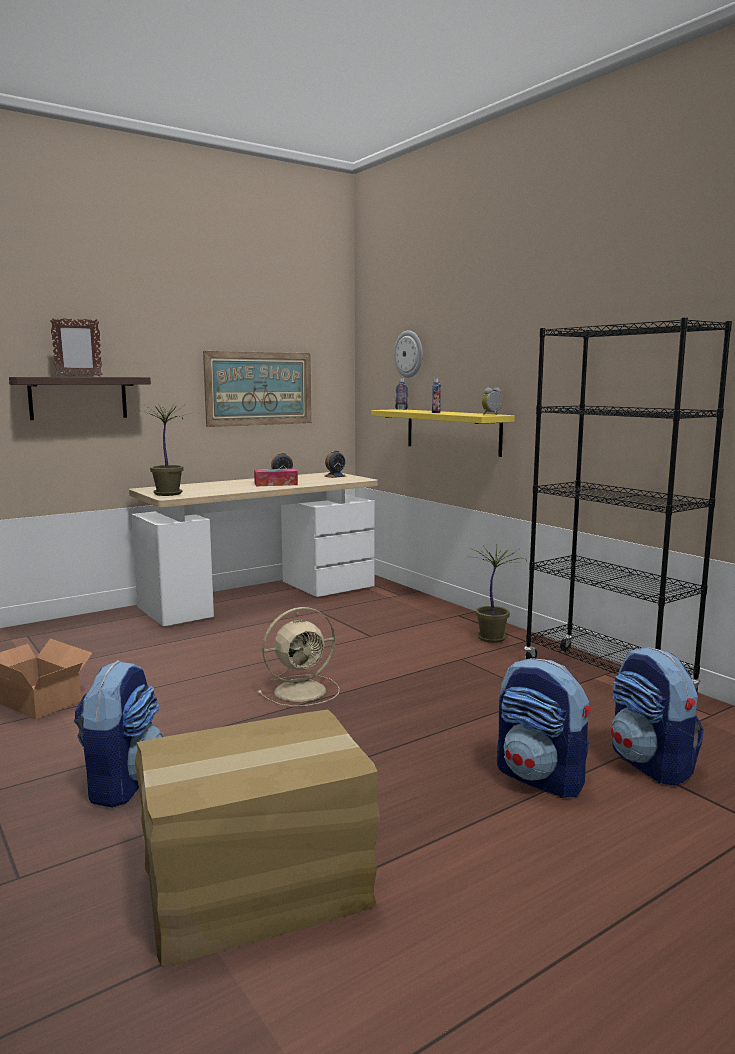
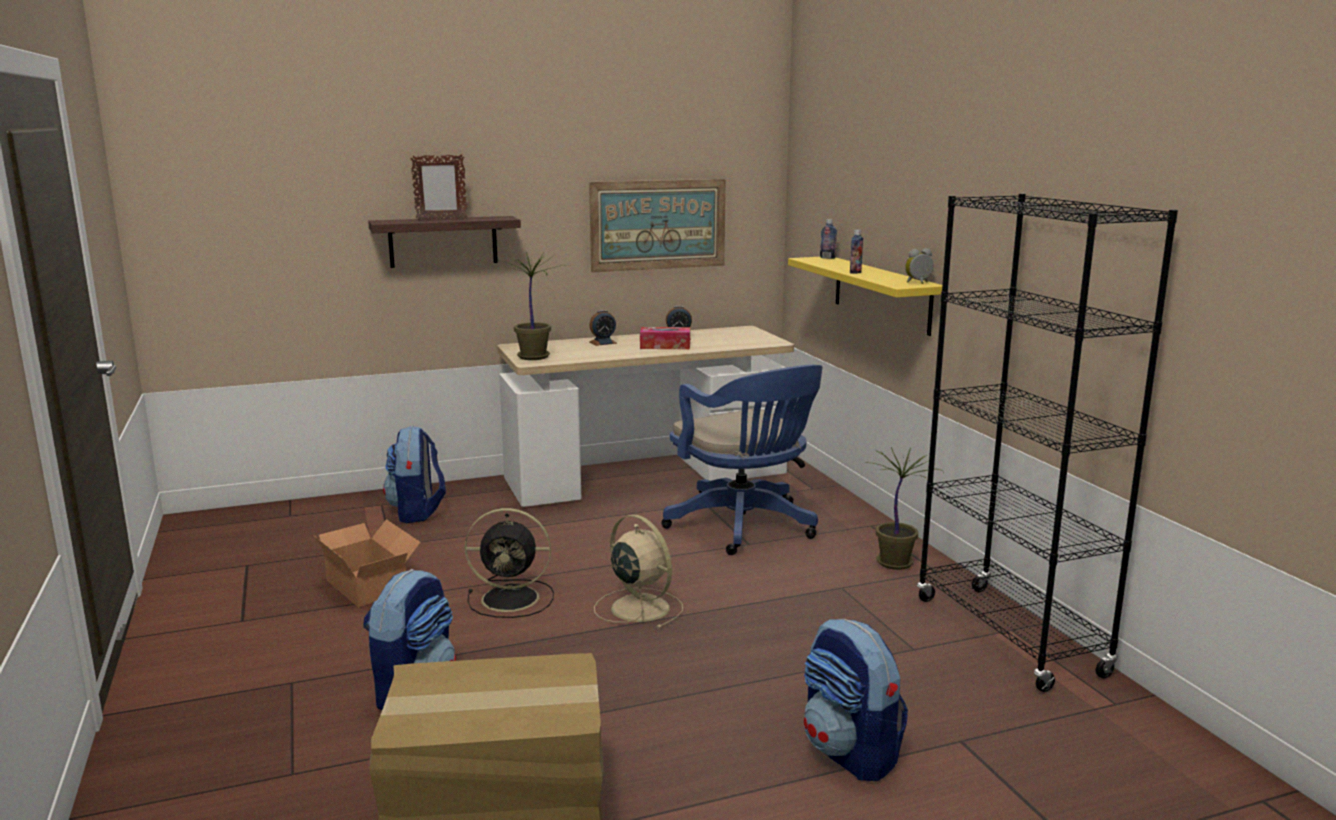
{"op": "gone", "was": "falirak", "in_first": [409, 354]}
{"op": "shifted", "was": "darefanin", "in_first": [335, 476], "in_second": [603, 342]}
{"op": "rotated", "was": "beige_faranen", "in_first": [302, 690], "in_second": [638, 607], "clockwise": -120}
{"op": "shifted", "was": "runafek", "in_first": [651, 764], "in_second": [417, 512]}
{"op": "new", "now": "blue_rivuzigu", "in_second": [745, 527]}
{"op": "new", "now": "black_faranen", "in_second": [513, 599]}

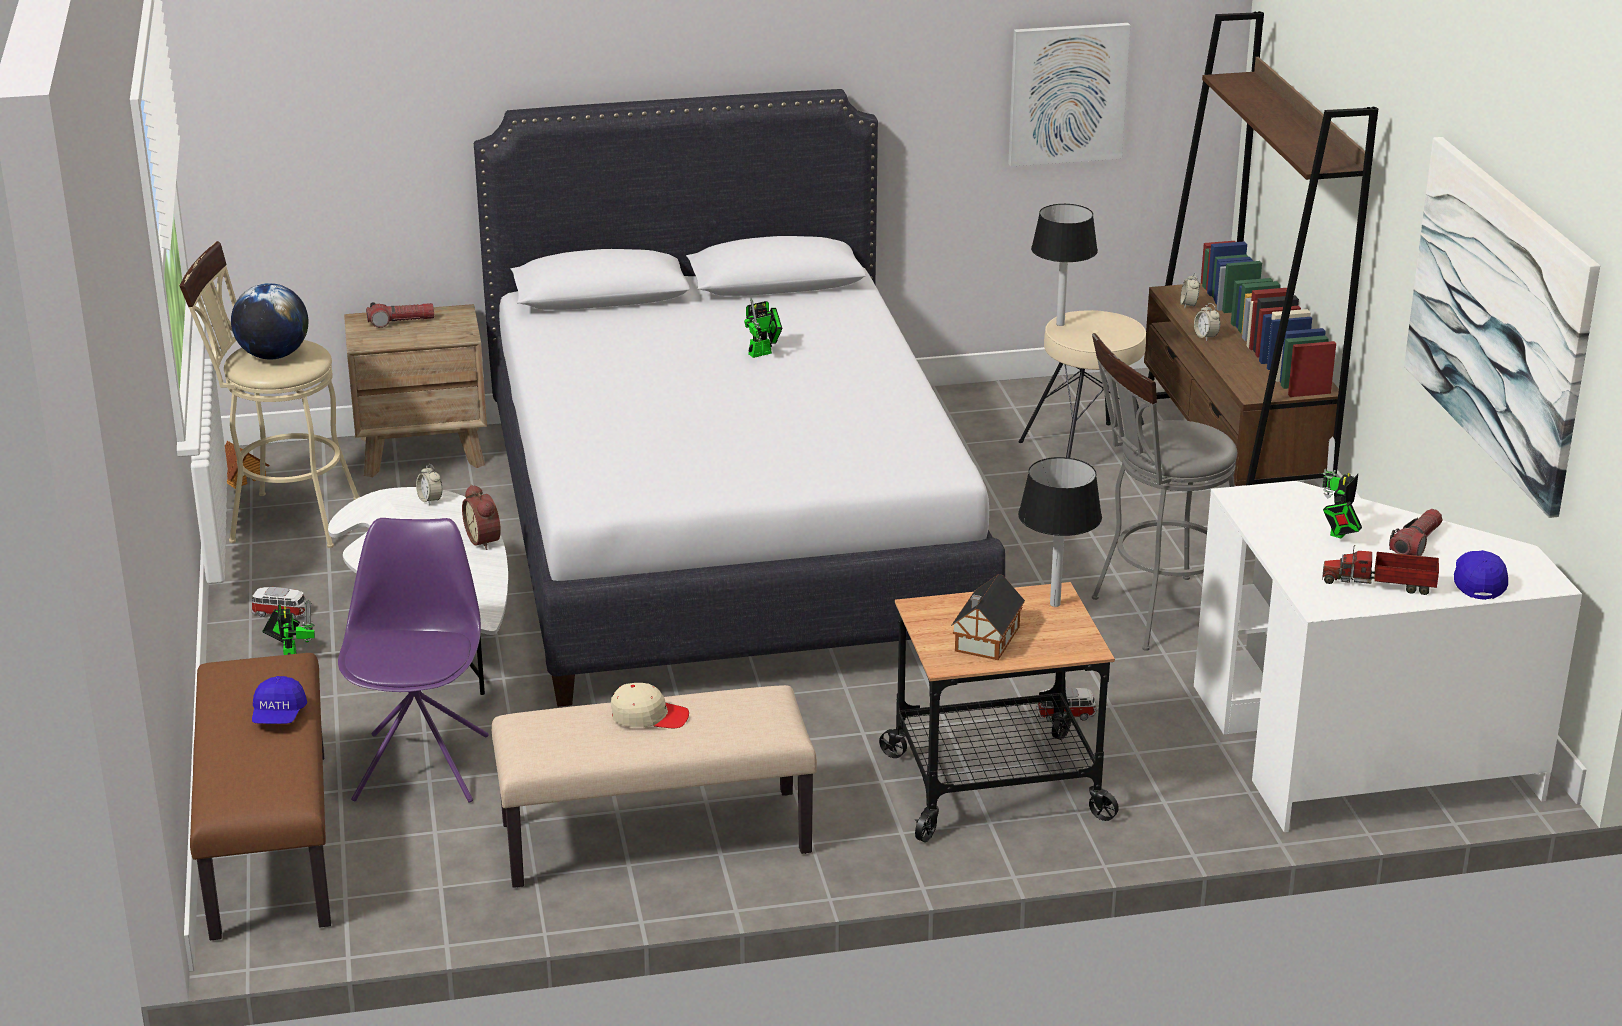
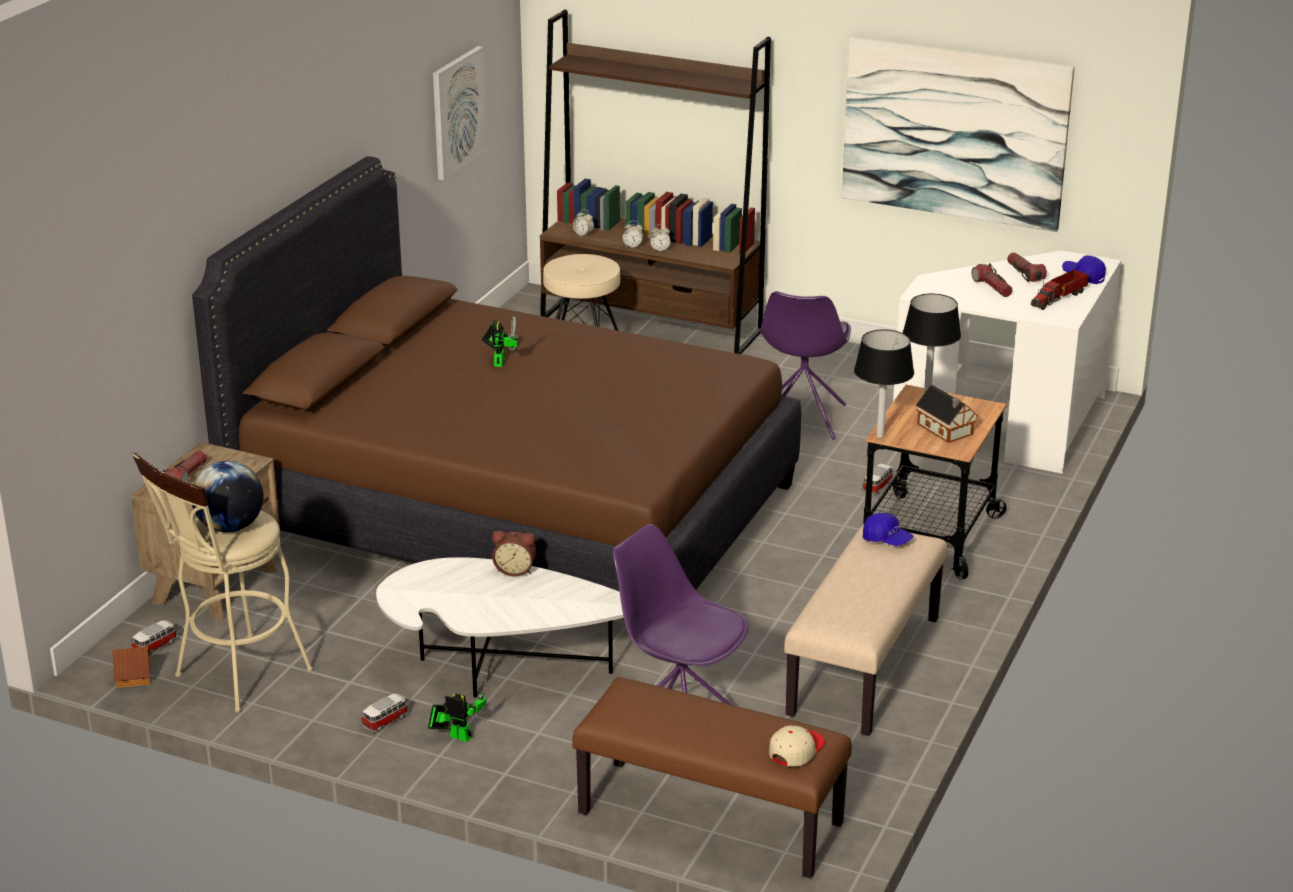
{"op": "repainted", "was": "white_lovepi", "now": "brown_lovepi", "in_first": [725, 534], "in_second": [515, 513]}
{"op": "shifted", "was": "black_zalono", "in_first": [1060, 324], "in_second": [879, 436]}
{"op": "swapped", "was": "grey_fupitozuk", "now": "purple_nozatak", "in_first": [1155, 615], "in_second": [801, 419]}
{"op": "swapped", "was": "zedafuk", "now": "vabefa", "in_first": [1338, 533], "in_second": [992, 287]}
{"op": "shifted", "was": "darefanin", "in_first": [430, 500], "in_second": [660, 249]}
{"op": "shifted", "was": "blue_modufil", "in_first": [279, 716], "in_second": [887, 540]}
{"op": "shifted", "was": "beige_modufil", "in_first": [649, 716], "in_second": [796, 750]}
{"op": "new", "now": "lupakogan", "in_second": [156, 646]}

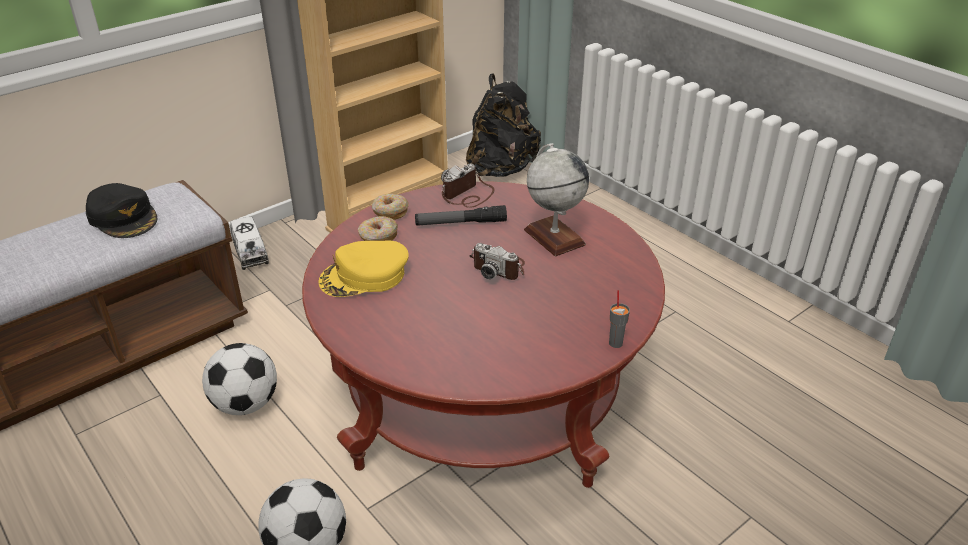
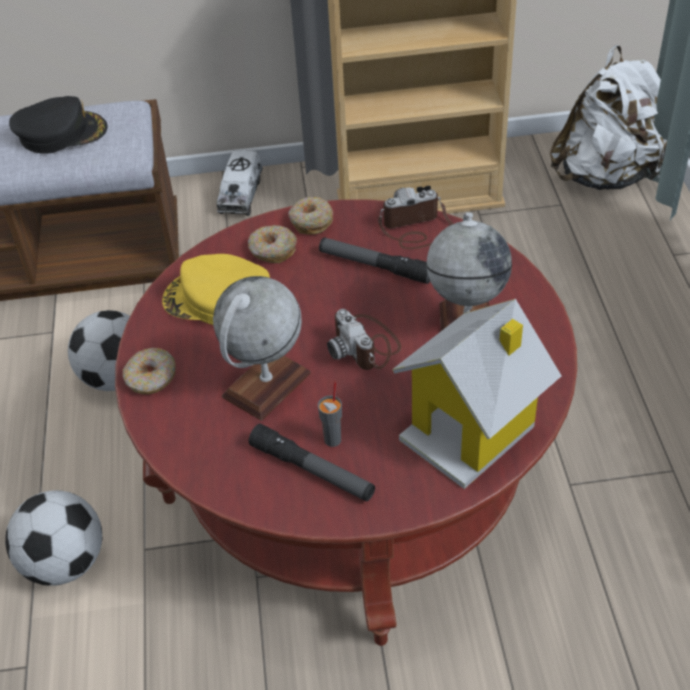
{"op": "repainted", "was": "black_runafek", "now": "white_runafek", "in_first": [502, 169], "in_second": [608, 175]}
{"op": "rotated", "was": "black_modufil", "in_first": [123, 217], "in_second": [61, 132], "clockwise": -90}
{"op": "shifted", "was": "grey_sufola", "in_first": [616, 343], "in_second": [333, 439]}
{"op": "new", "now": "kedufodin", "in_second": [266, 385]}
{"op": "new", "now": "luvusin", "in_second": [472, 430]}
{"op": "new", "now": "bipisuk", "in_second": [151, 378]}
{"op": "new", "now": "vabefa", "in_second": [312, 470]}

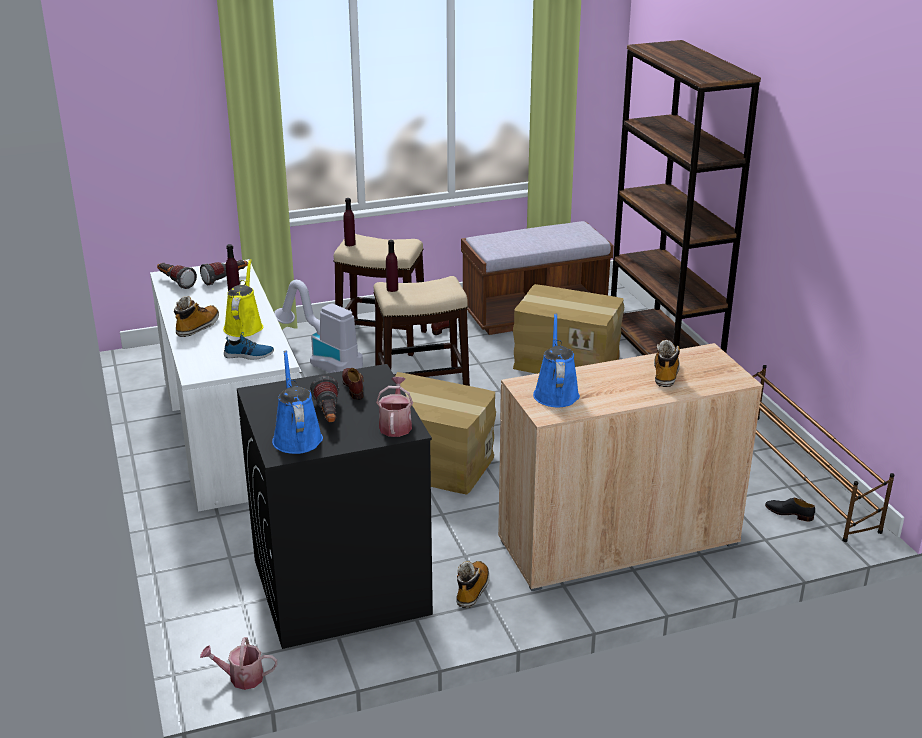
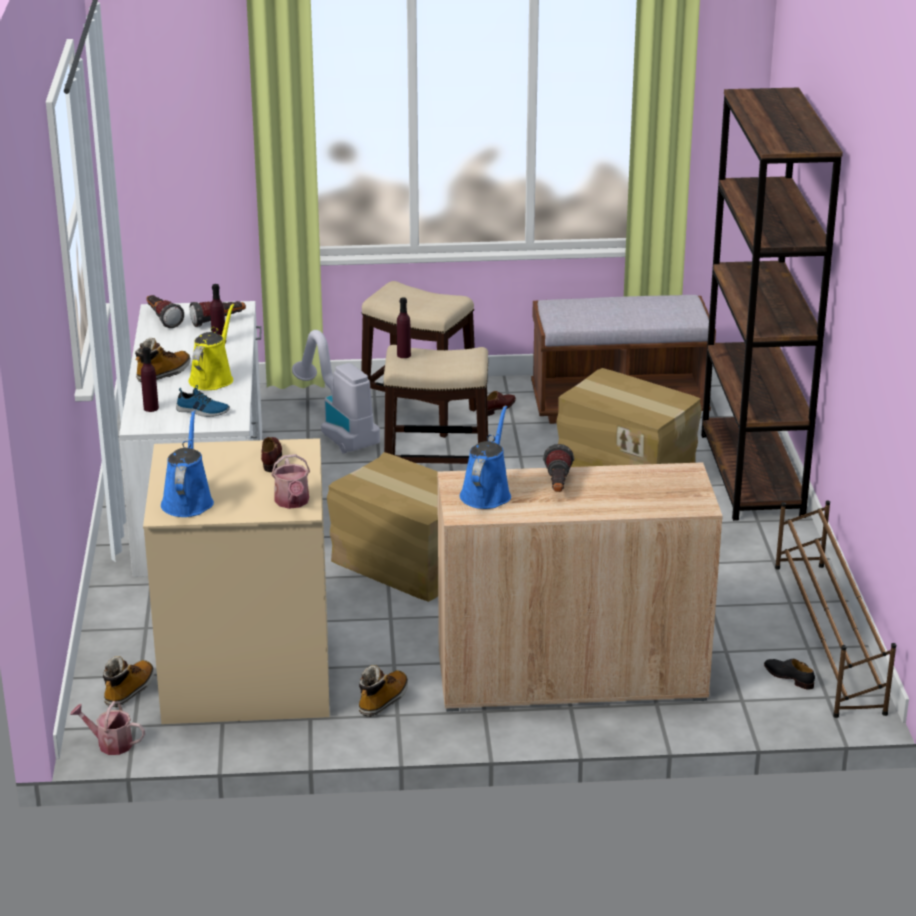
{"op": "shifted", "was": "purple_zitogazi", "in_first": [350, 244], "in_second": [151, 408]}
{"op": "shifted", "was": "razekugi", "in_first": [665, 373], "in_second": [129, 690]}
{"op": "repainted", "was": "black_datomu", "now": "beige_datomu", "in_first": [339, 587], "in_second": [245, 675]}
{"op": "shifted", "was": "vabefa", "in_first": [328, 415], "in_second": [557, 485]}
{"op": "rotated", "was": "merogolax", "in_first": [396, 425], "in_second": [292, 502], "clockwise": 150}

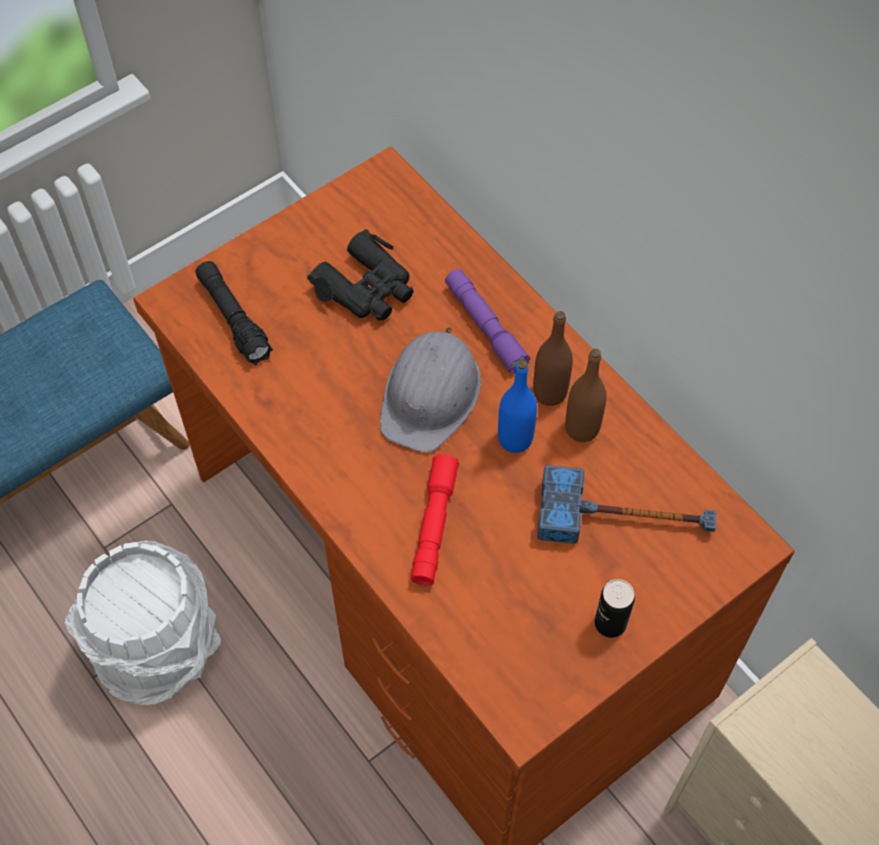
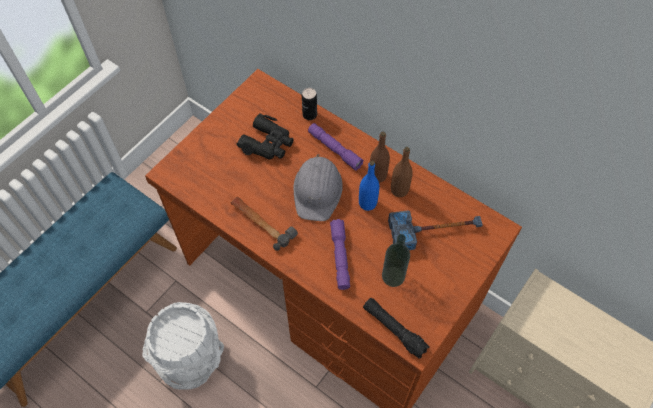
{"op": "shifted", "was": "black_vabefa", "in_first": [233, 319], "in_second": [394, 330]}
{"op": "repainted", "was": "red_vabefa", "now": "purple_vabefa", "in_first": [434, 525], "in_second": [340, 257]}
{"op": "shifted", "was": "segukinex", "in_first": [610, 623], "in_second": [309, 115]}
{"op": "new", "now": "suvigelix", "in_second": [261, 222]}
{"op": "new", "now": "zitogazi", "in_second": [393, 276]}

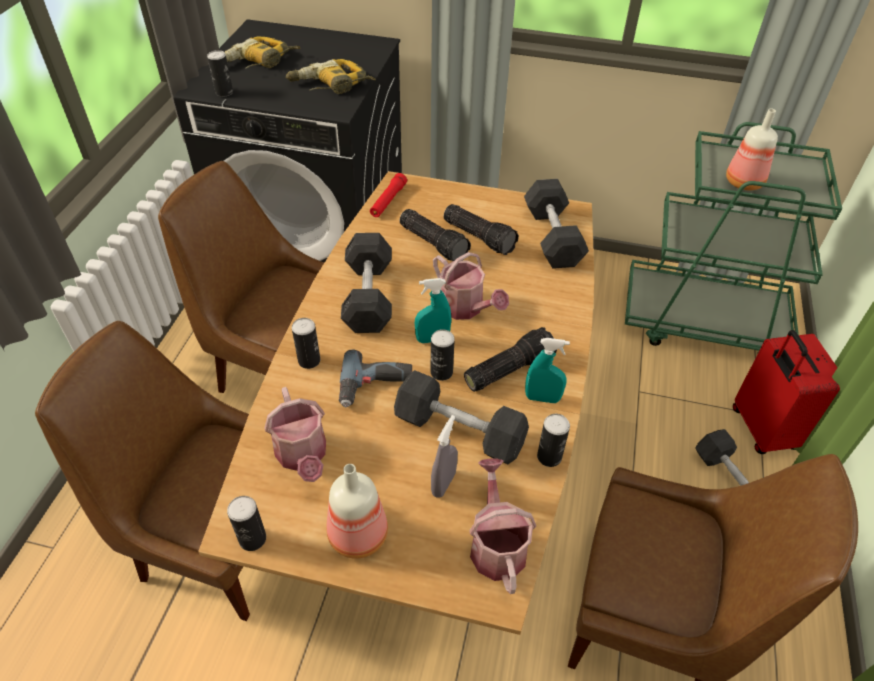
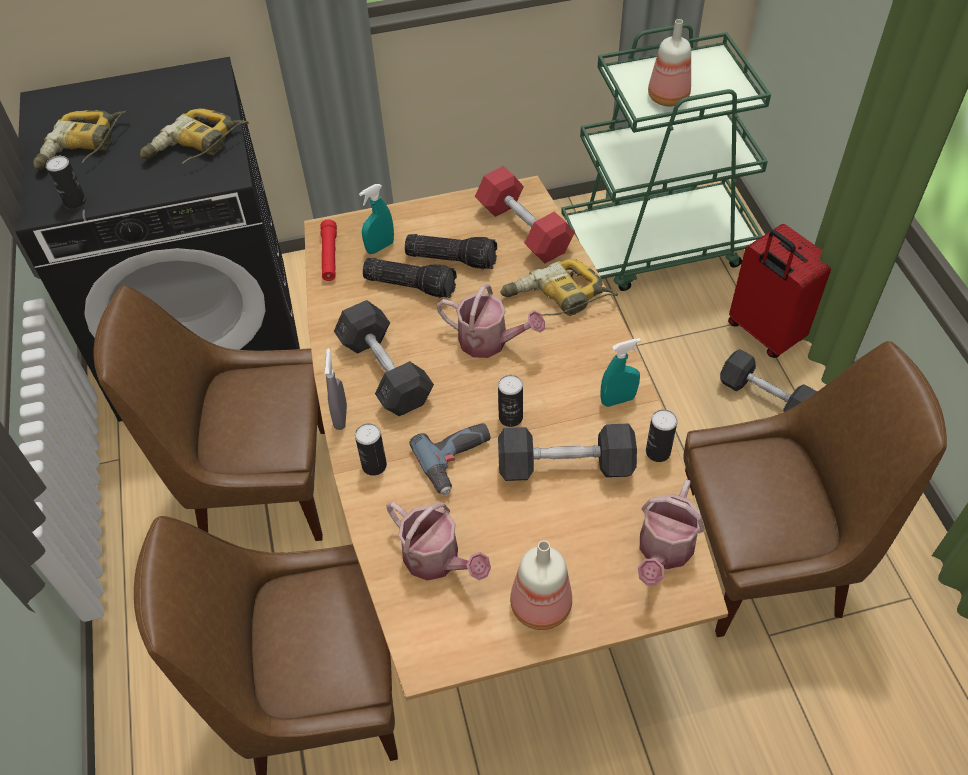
{"op": "repainted", "was": "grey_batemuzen", "now": "red_batemuzen", "in_first": [552, 237], "in_second": [523, 229]}
{"op": "shifted", "was": "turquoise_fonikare", "in_first": [432, 339], "in_second": [380, 247]}
{"op": "gone", "was": "vabefa", "in_first": [508, 368]}
{"op": "shifted", "was": "grey_fonikare", "in_first": [443, 483], "in_second": [340, 417]}
{"op": "rotated", "was": "merogolax", "in_first": [496, 544], "in_second": [663, 552], "clockwise": -120}
{"op": "gone", "was": "segukinex", "in_first": [252, 539]}
{"op": "new", "now": "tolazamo", "in_second": [557, 300]}

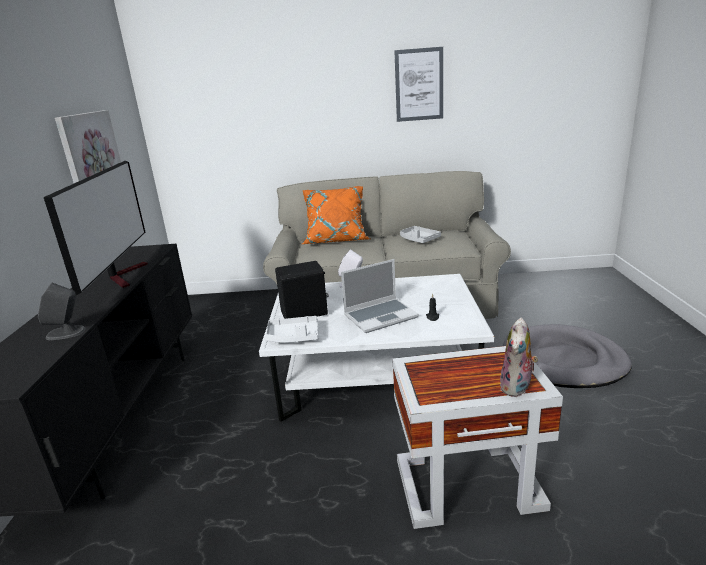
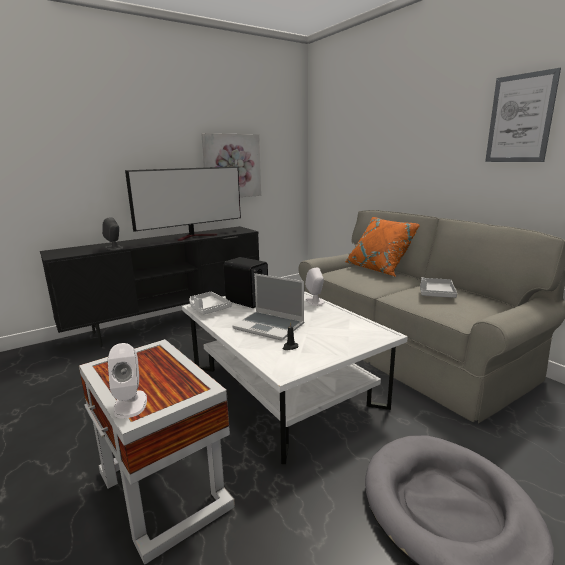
{"op": "swapped", "was": "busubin", "now": "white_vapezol", "in_first": [517, 388], "in_second": [130, 404]}

